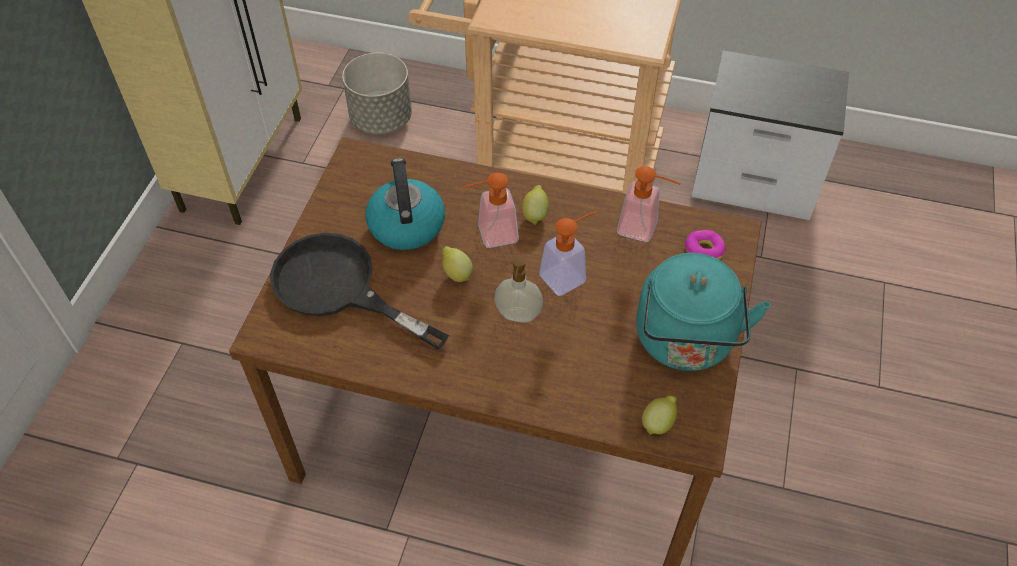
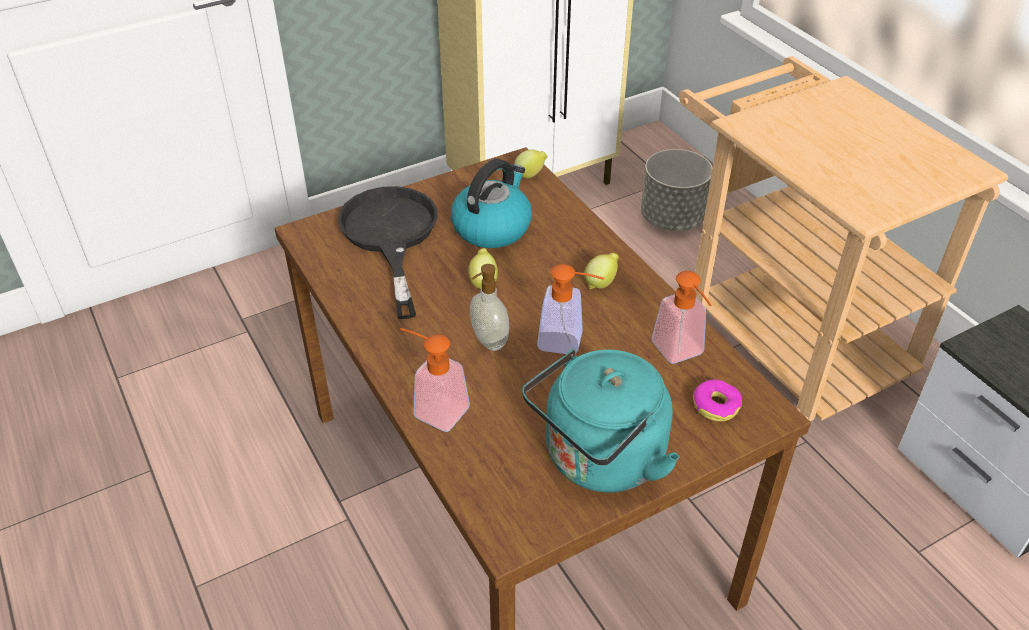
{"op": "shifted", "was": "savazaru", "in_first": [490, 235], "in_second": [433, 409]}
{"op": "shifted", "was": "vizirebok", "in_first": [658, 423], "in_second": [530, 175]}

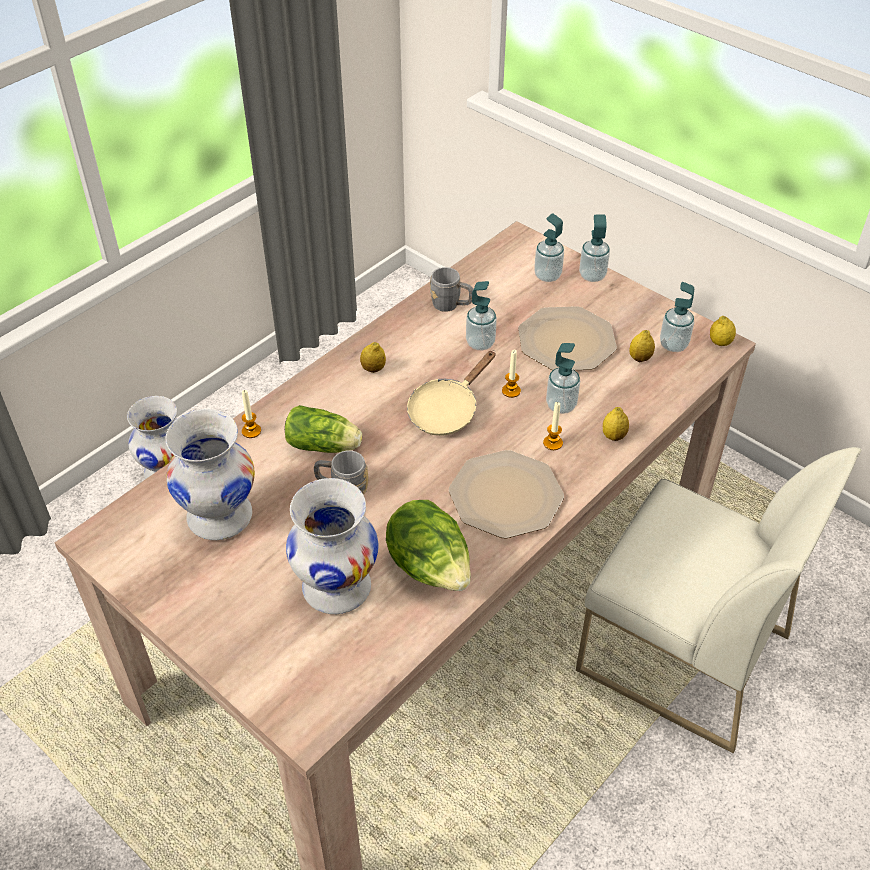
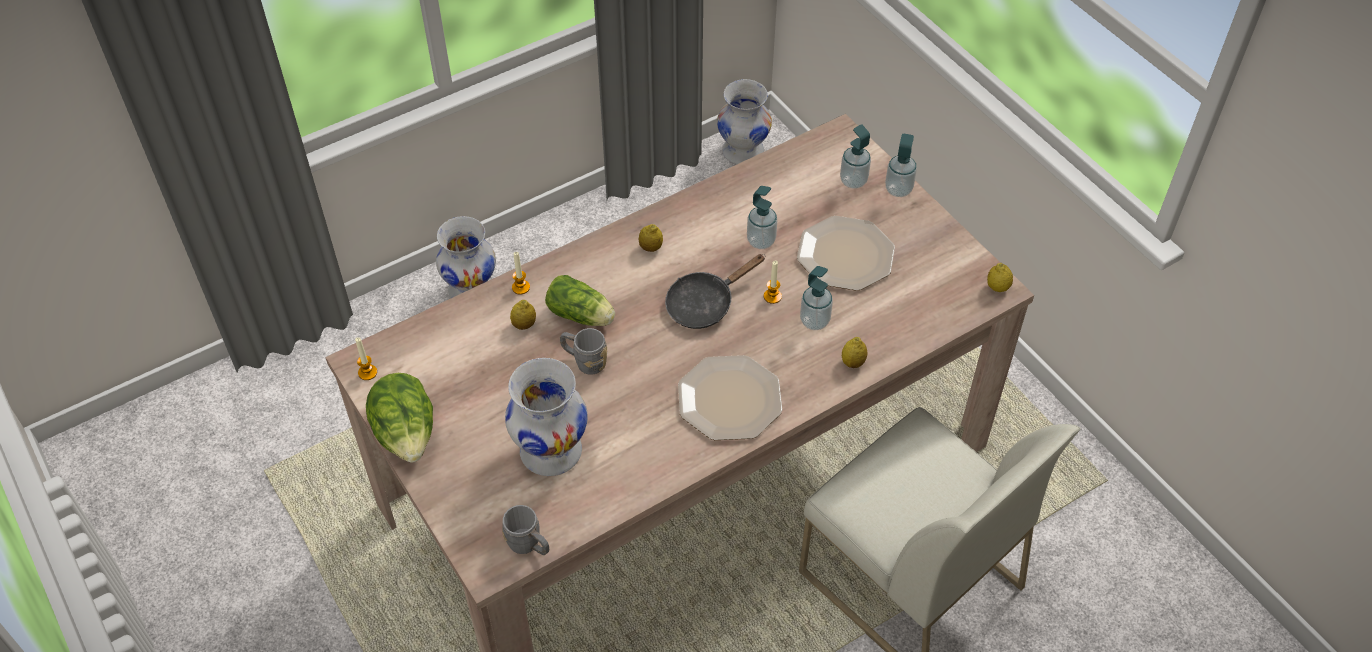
{"op": "shifted", "was": "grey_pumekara", "in_first": [451, 305], "in_second": [529, 546]}
{"op": "gone", "was": "savazaru", "in_first": [673, 345]}
{"op": "shifted", "was": "vizirebok", "in_first": [640, 358], "in_second": [524, 325]}
{"op": "repainted", "was": "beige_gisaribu", "now": "black_gisaribu", "in_first": [447, 410], "in_second": [705, 304]}
{"op": "shifted", "was": "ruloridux", "in_first": [553, 443], "in_second": [367, 372]}
{"op": "shifted", "was": "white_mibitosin", "in_first": [221, 517], "in_second": [743, 152]}
{"op": "shifted", "was": "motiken", "in_first": [430, 568], "in_second": [407, 435]}

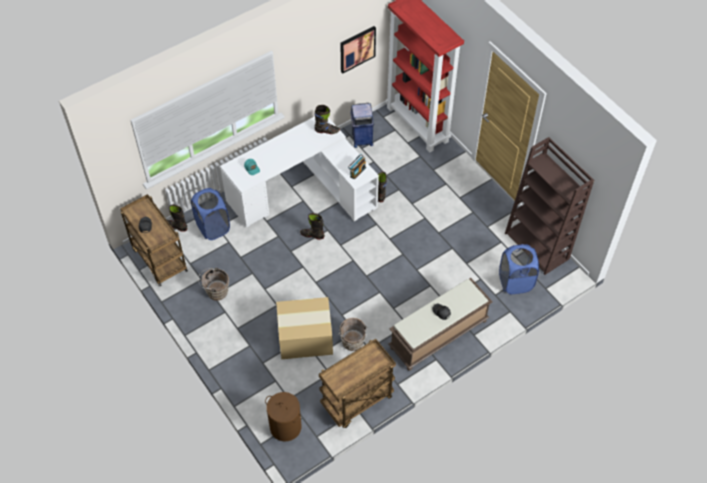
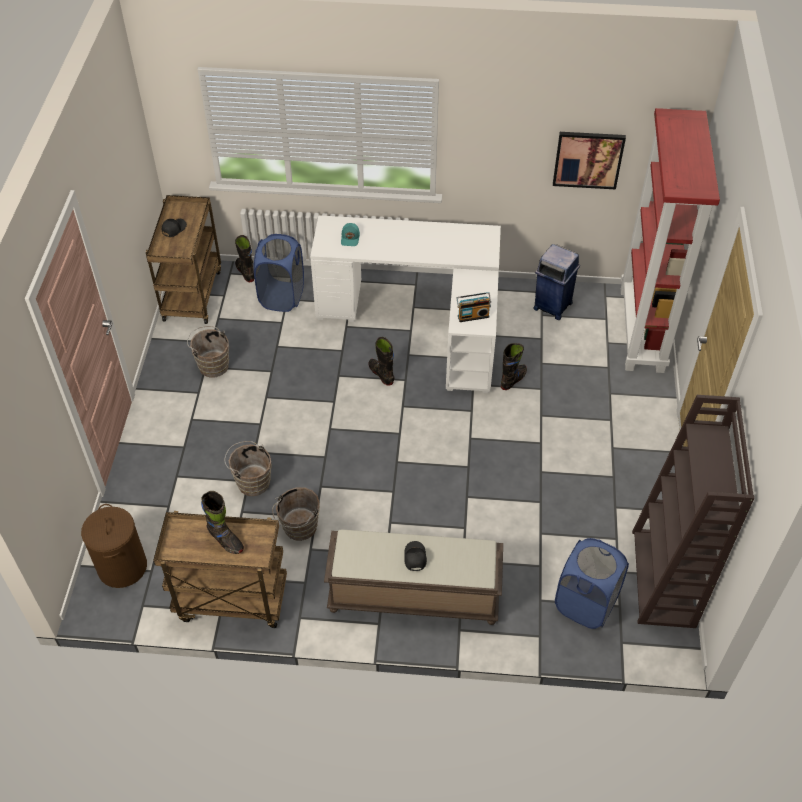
{"op": "shifted", "was": "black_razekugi", "in_first": [327, 131], "in_second": [225, 540]}
{"op": "swapped", "was": "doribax", "now": "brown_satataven", "in_first": [304, 337], "in_second": [251, 481]}

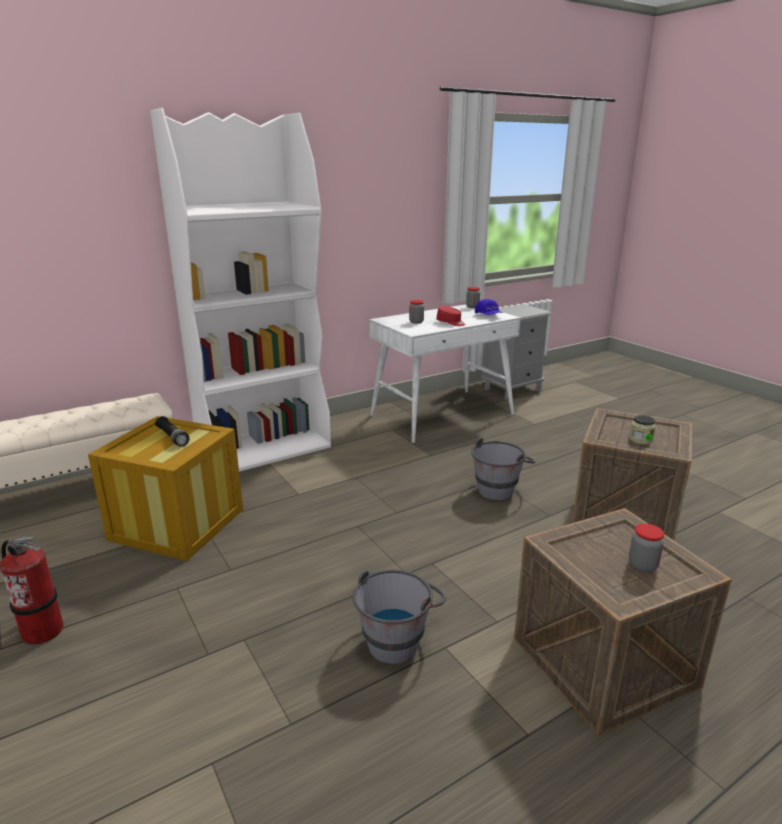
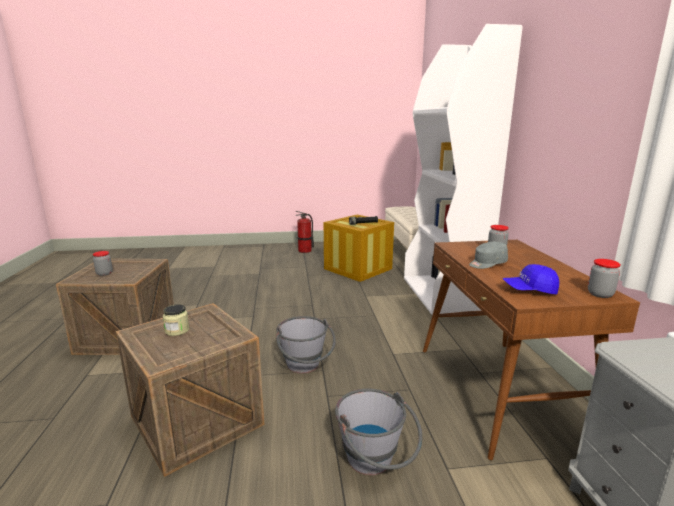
{"op": "repainted", "was": "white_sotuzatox", "now": "brown_sotuzatox", "in_first": [442, 415], "in_second": [499, 392]}
{"op": "repainted", "was": "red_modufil", "now": "grey_modufil", "in_first": [451, 323], "in_second": [487, 264]}
{"op": "shifted", "was": "grey_satataven", "in_first": [398, 638], "in_second": [375, 464]}

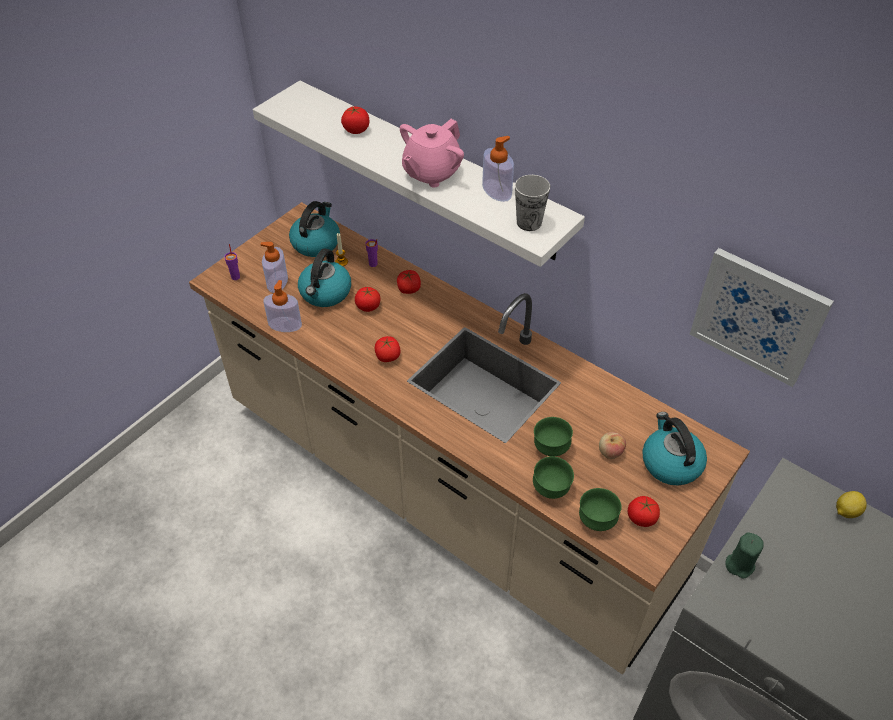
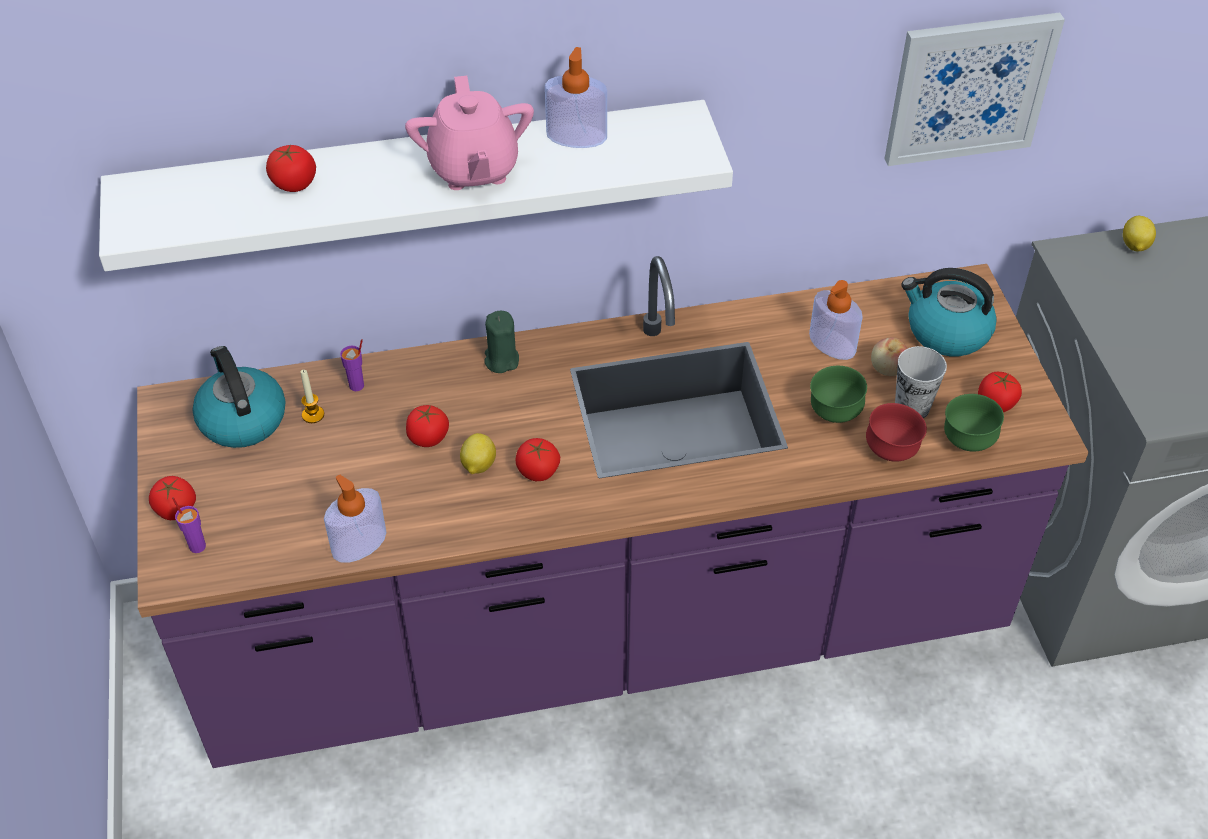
{"op": "shifted", "was": "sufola", "in_first": [529, 222], "in_second": [912, 407]}
{"op": "repainted", "was": "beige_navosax", "now": "purple_navosax", "in_first": [446, 490], "in_second": [604, 629]}
{"op": "shifted", "was": "savazaru", "in_first": [277, 282], "in_second": [832, 344]}
{"op": "gone", "was": "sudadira", "in_first": [325, 293]}
{"op": "shifted", "was": "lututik", "in_first": [409, 289], "in_second": [175, 509]}
{"op": "repainted", "was": "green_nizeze", "now": "red_nizeze", "in_first": [551, 489], "in_second": [891, 452]}
{"op": "shifted", "was": "green_ruloridux", "in_first": [739, 564], "in_second": [501, 360]}
{"op": "new", "now": "vizirebok", "in_second": [478, 465]}

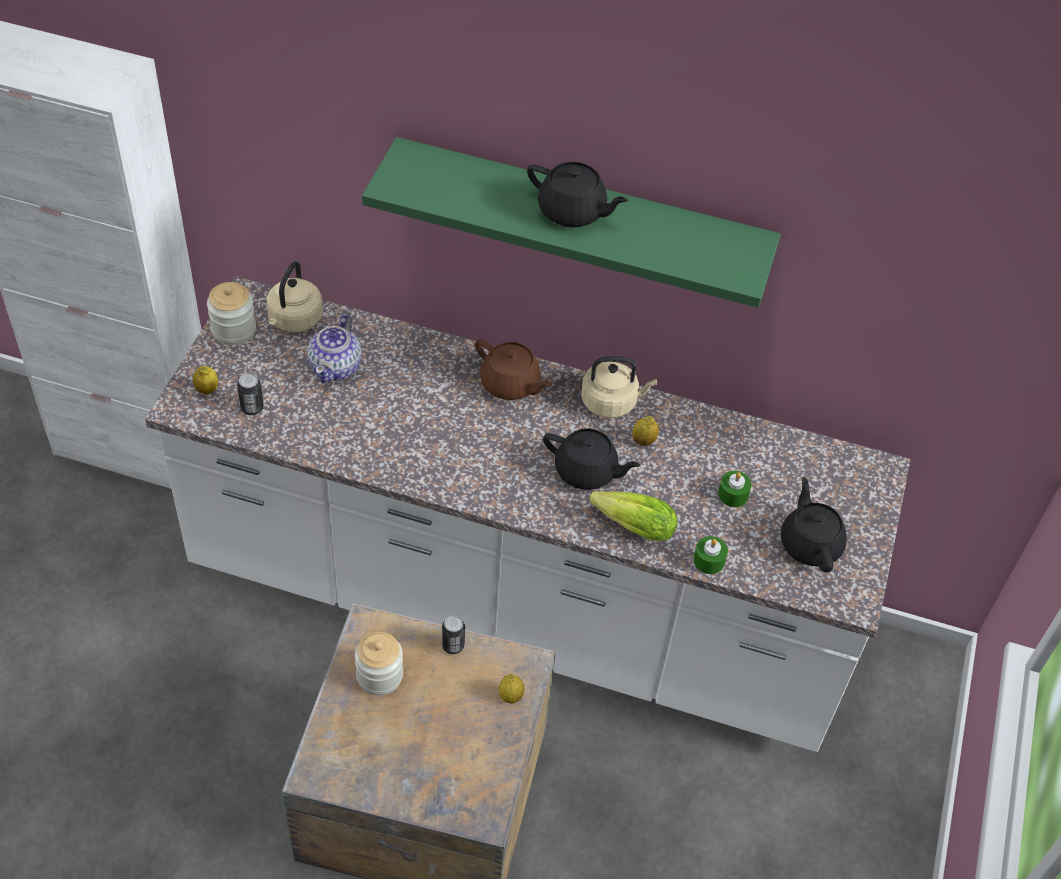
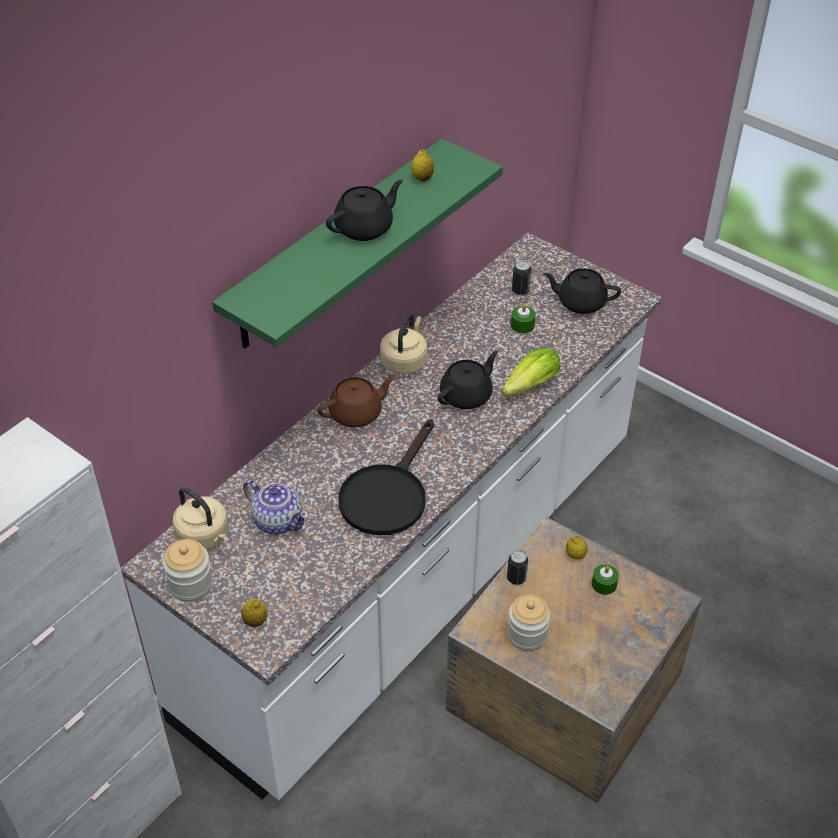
{"op": "shifted", "was": "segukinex", "in_first": [252, 408], "in_second": [520, 290]}
{"op": "shifted", "was": "vizirebok", "in_first": [643, 441], "in_second": [422, 178]}
{"op": "shifted", "was": "green_ruloridux", "in_first": [709, 561], "in_second": [604, 584]}
{"op": "new", "now": "black_gisaribu", "in_second": [387, 494]}

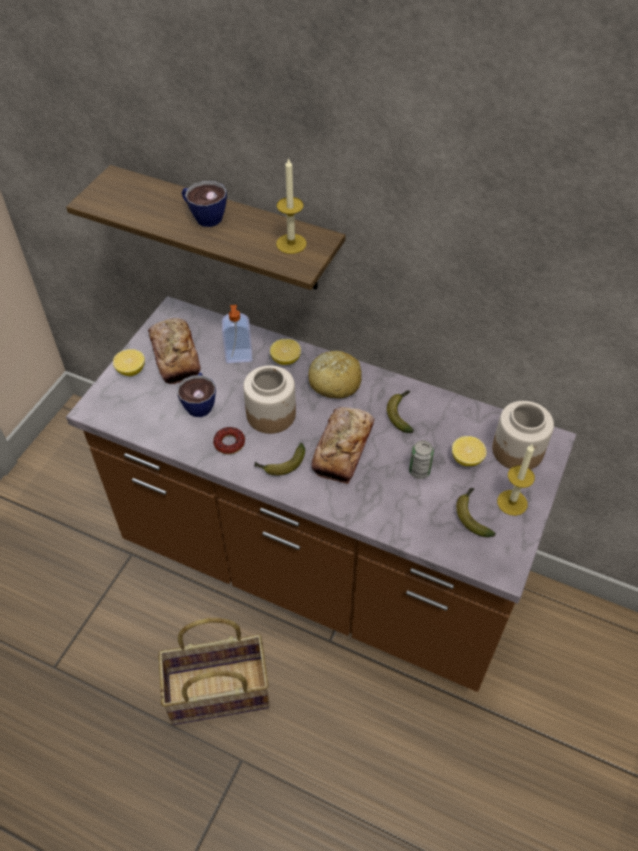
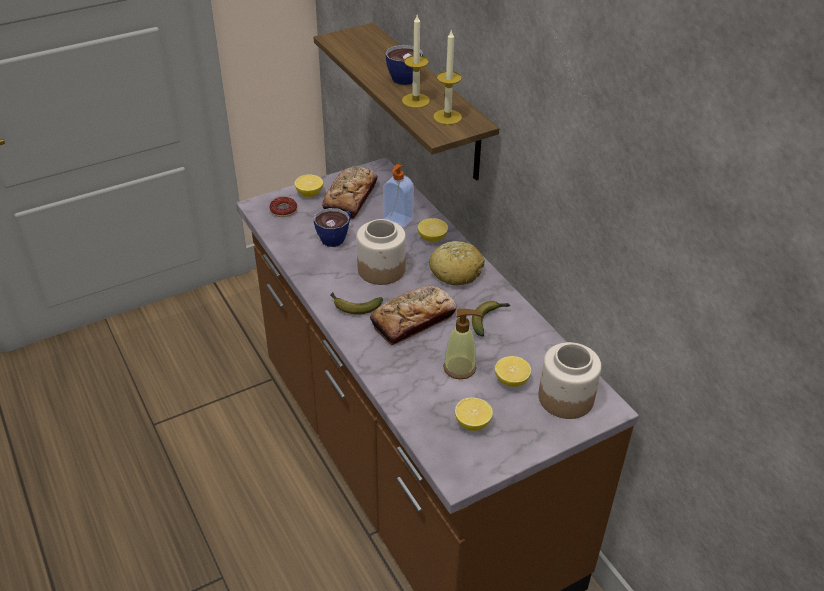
{"op": "shifted", "was": "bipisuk", "in_first": [229, 443], "in_second": [283, 210]}
{"op": "swapped", "was": "segukinex", "now": "savazaru", "in_first": [419, 471], "in_second": [460, 368]}
{"op": "shifted", "was": "ruloridux", "in_first": [512, 502], "in_second": [415, 100]}
{"op": "swapped", "was": "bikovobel", "now": "vizirebok", "in_first": [472, 515], "in_second": [472, 423]}
{"op": "gone", "was": "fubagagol", "in_first": [218, 693]}

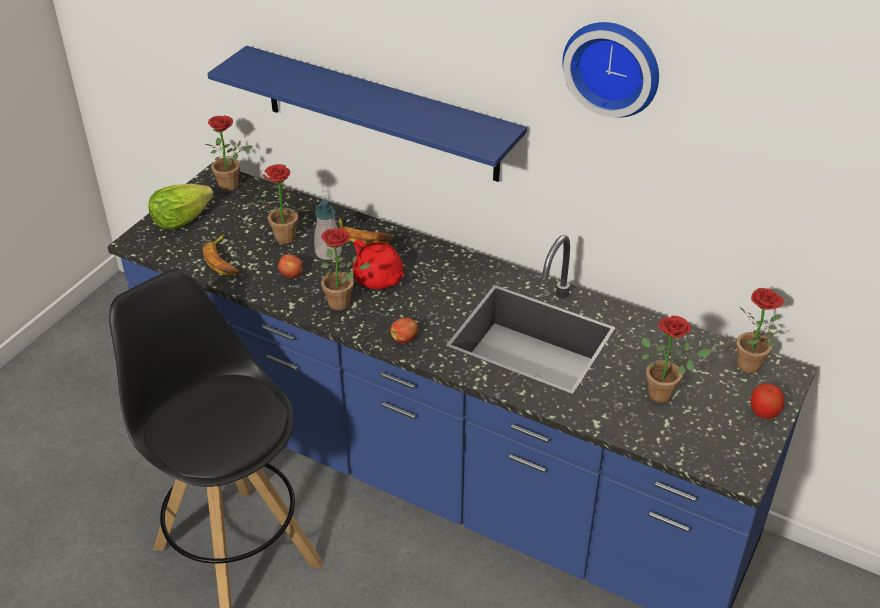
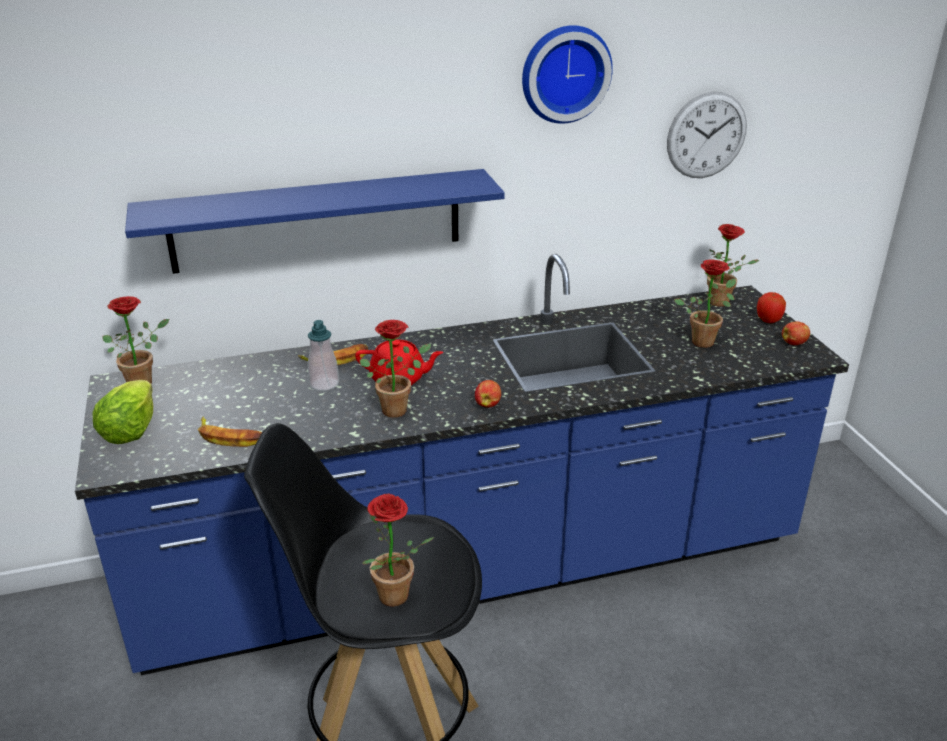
{"op": "shifted", "was": "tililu", "in_first": [282, 240], "in_second": [394, 601]}
{"op": "shifted", "was": "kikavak", "in_first": [292, 275], "in_second": [794, 343]}
{"op": "new", "now": "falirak", "in_second": [706, 135]}

